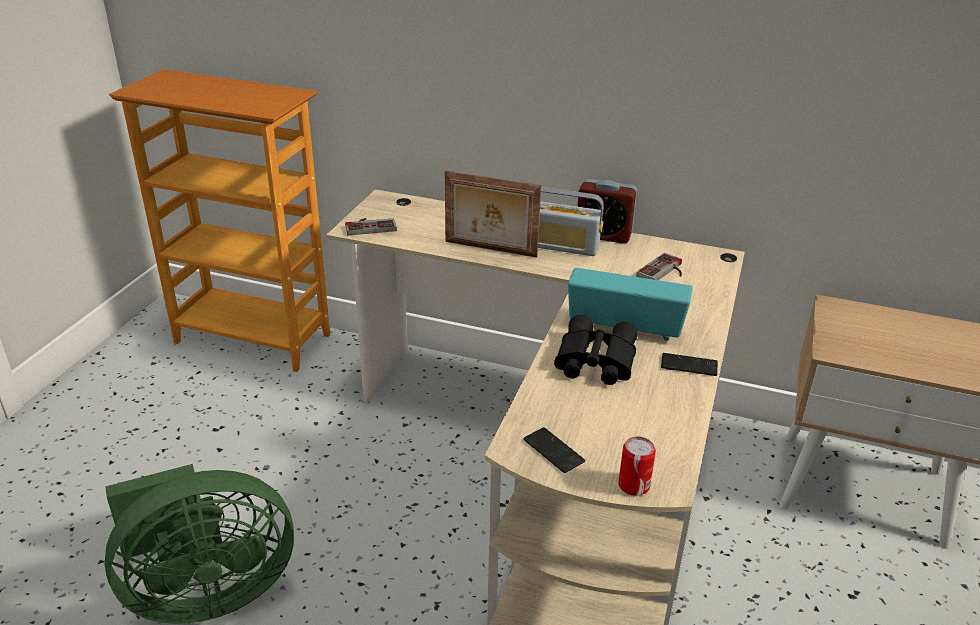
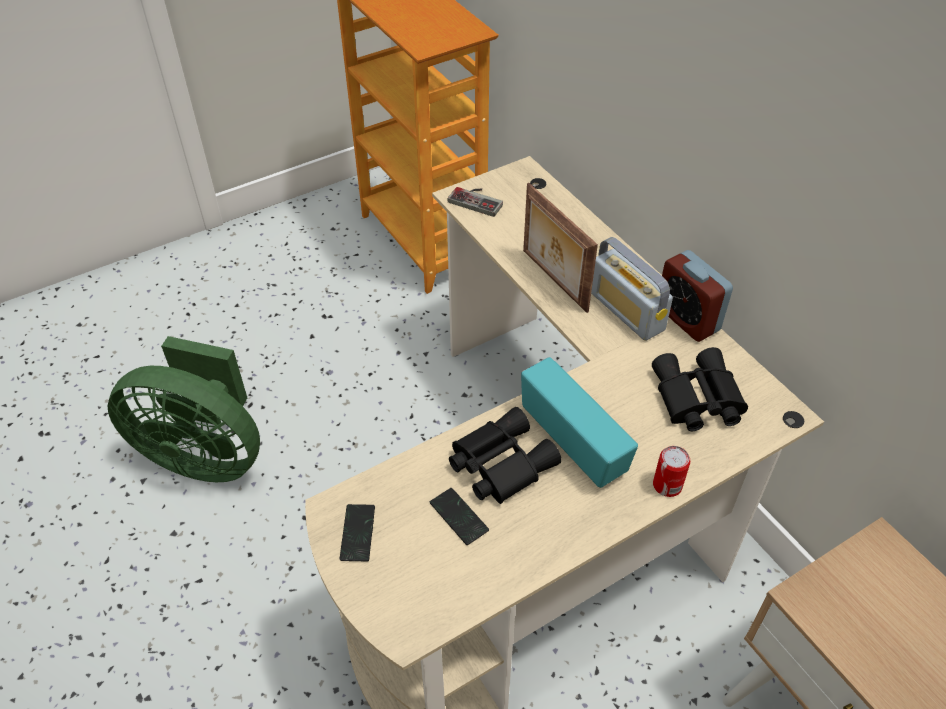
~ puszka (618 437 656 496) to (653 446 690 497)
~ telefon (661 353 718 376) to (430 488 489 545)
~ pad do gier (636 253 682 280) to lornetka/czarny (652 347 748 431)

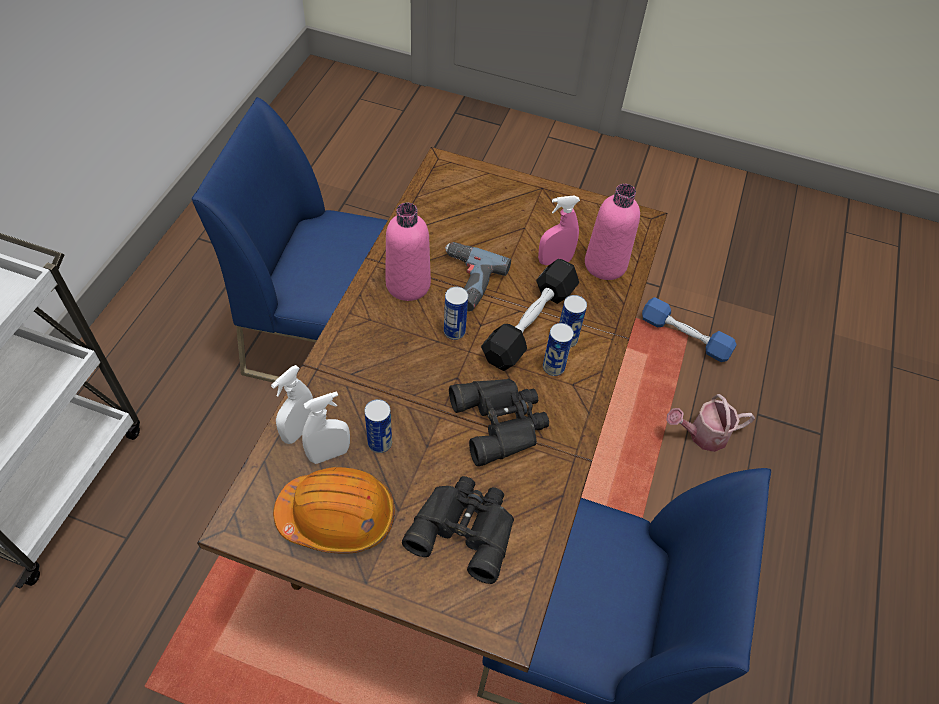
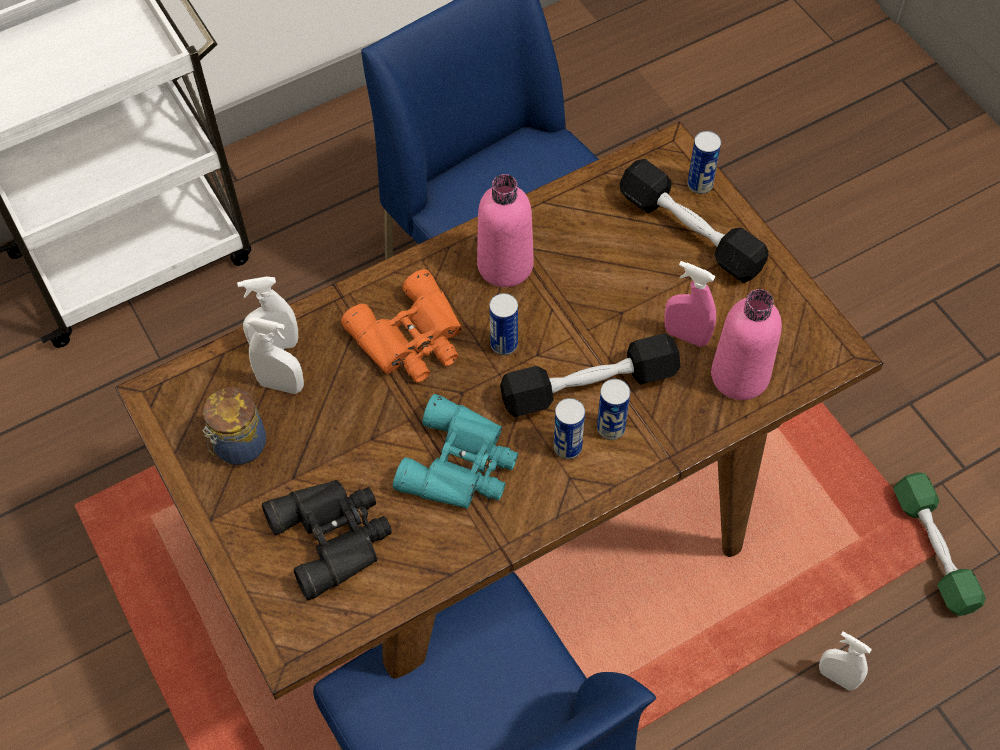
- wiertarka (445 242 511 311)
+ lornetka/pomarańczowy (341 269 462 383)
+ hantel/czarny (619 159 768 283)
~ puszka (364 399 392 453) to (688 131 721 194)
~ kask/pomarańczowy (273 467 395 554) to słoik (202 387 266 465)
~ konewka (666 394 755 452) to spryskiwacz/biały (819 632 872 691)
~ lornetka/czarny (449 378 549 466) to lornetka/turkusowy (393 394 518 509)
~ hantel/niebieski (642 297 737 362) to hantel/zielony (893 473 986 616)

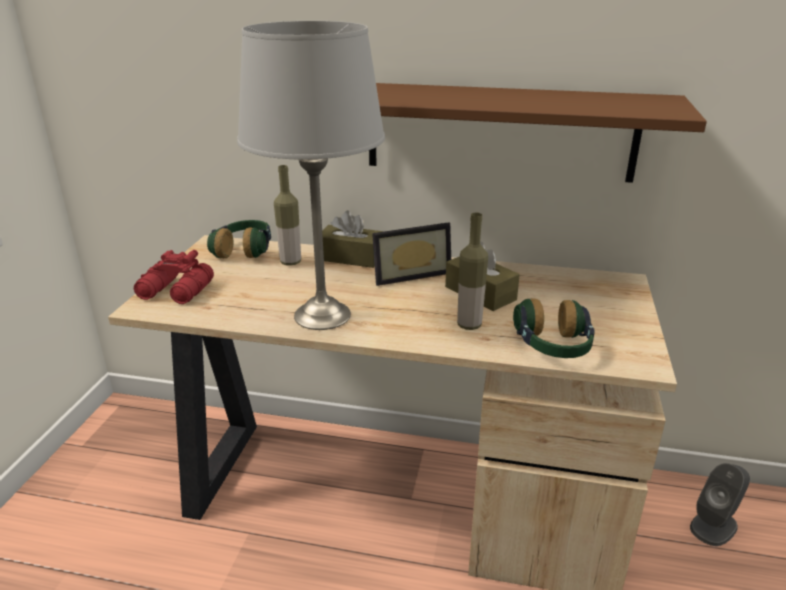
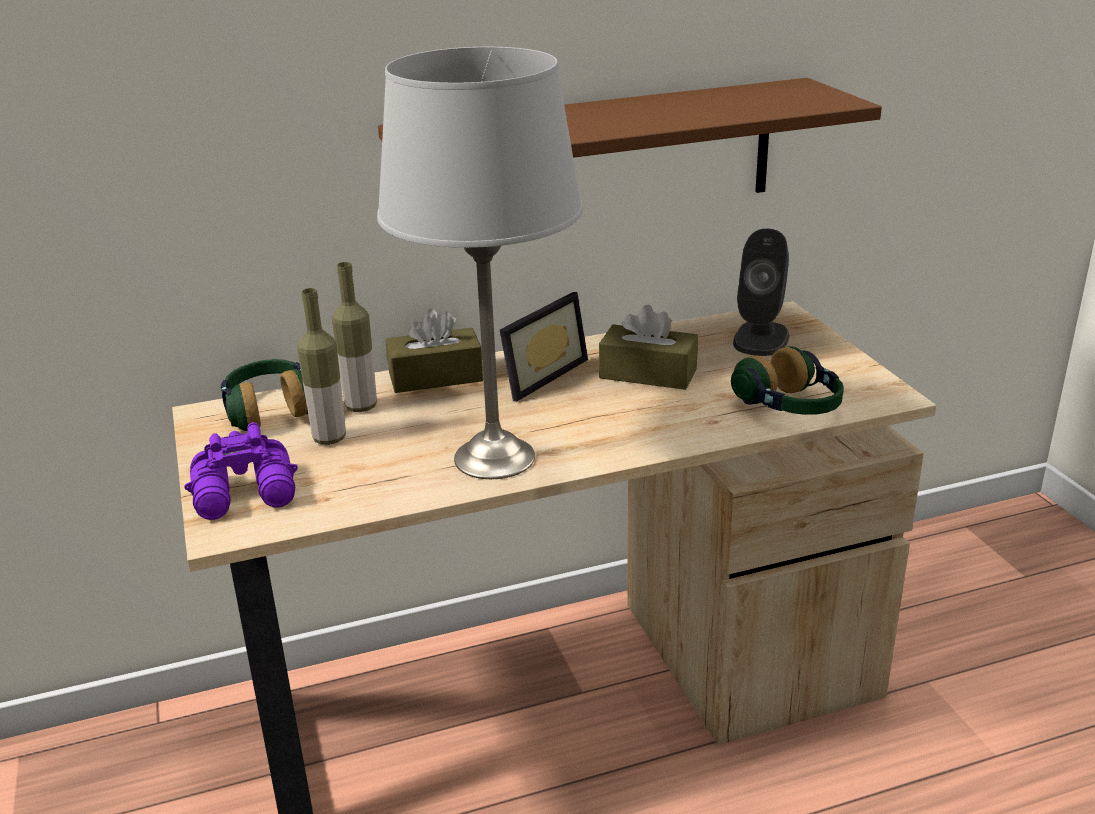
~ butelka (457 212 488 330) to (297 288 346 445)
~ głośnik/szary (690 463 750 546) to (733 228 789 356)
~ lornetka/czerwony (134 250 214 304) to lornetka/fioletowy (184 422 298 520)

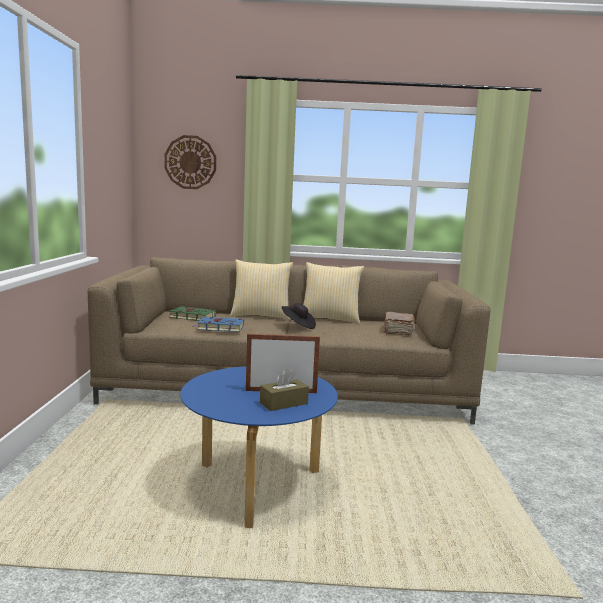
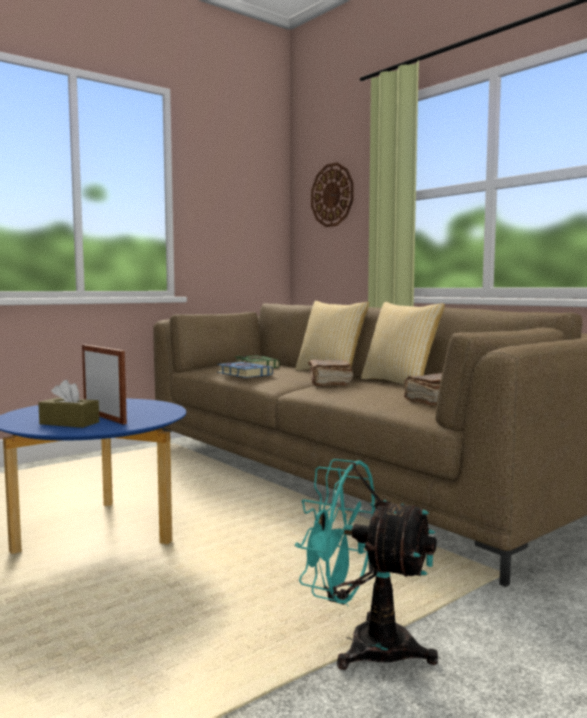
+ wentylator/turkusowy (295 459 438 670)
~ kapelusz/czarny (281 303 316 329) to książka/brązowy (308 359 353 386)

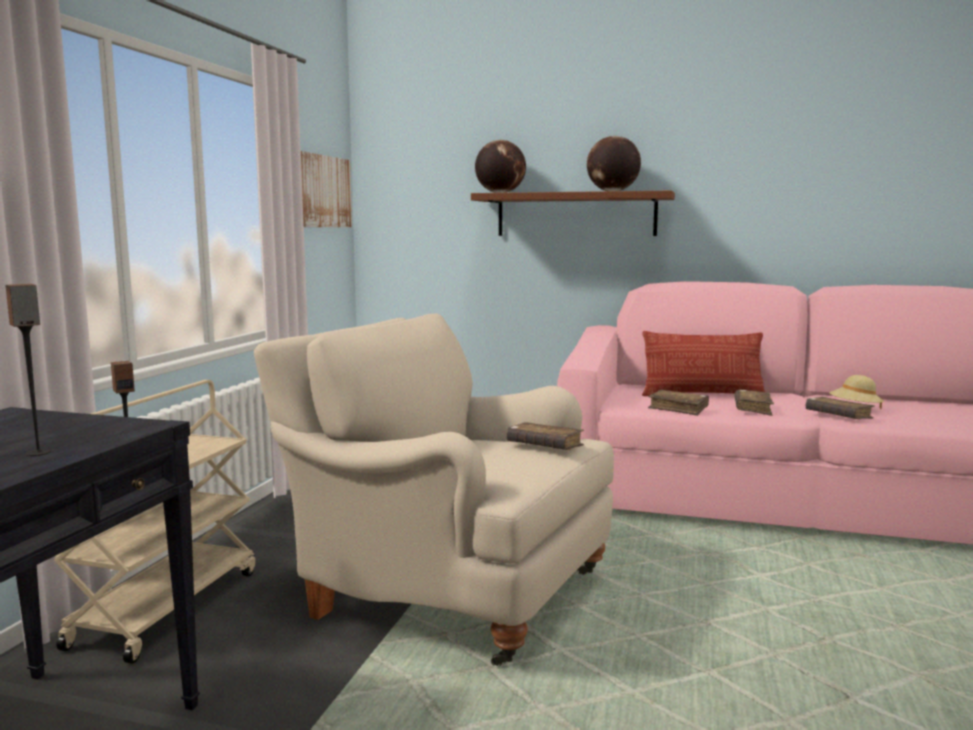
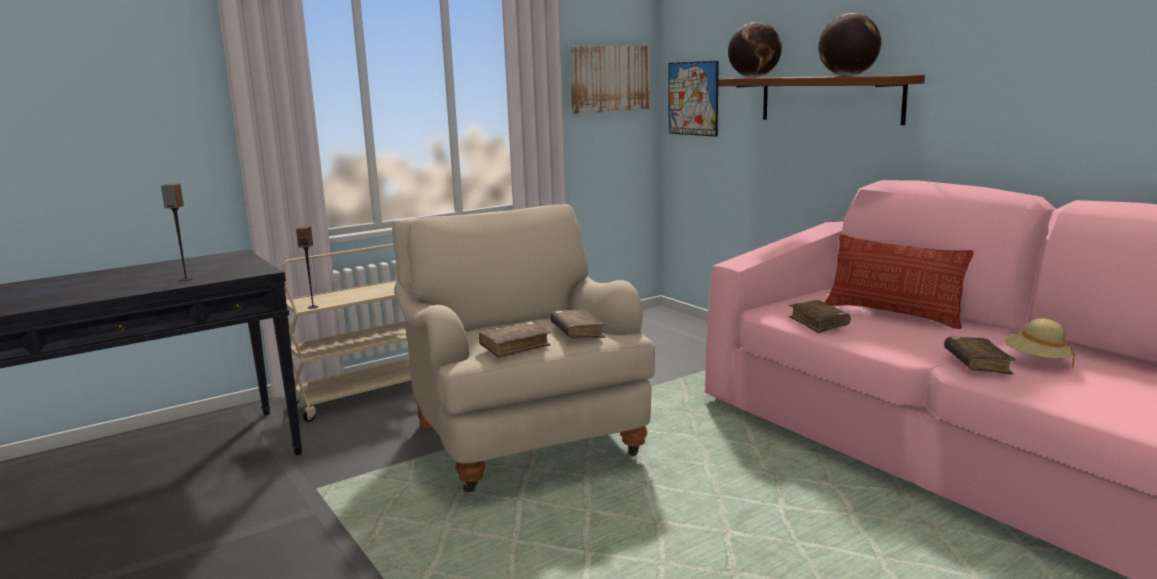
+ obraz (668 61 719 137)
~ książka/brązowy (735 390 774 416) to (479 321 551 358)

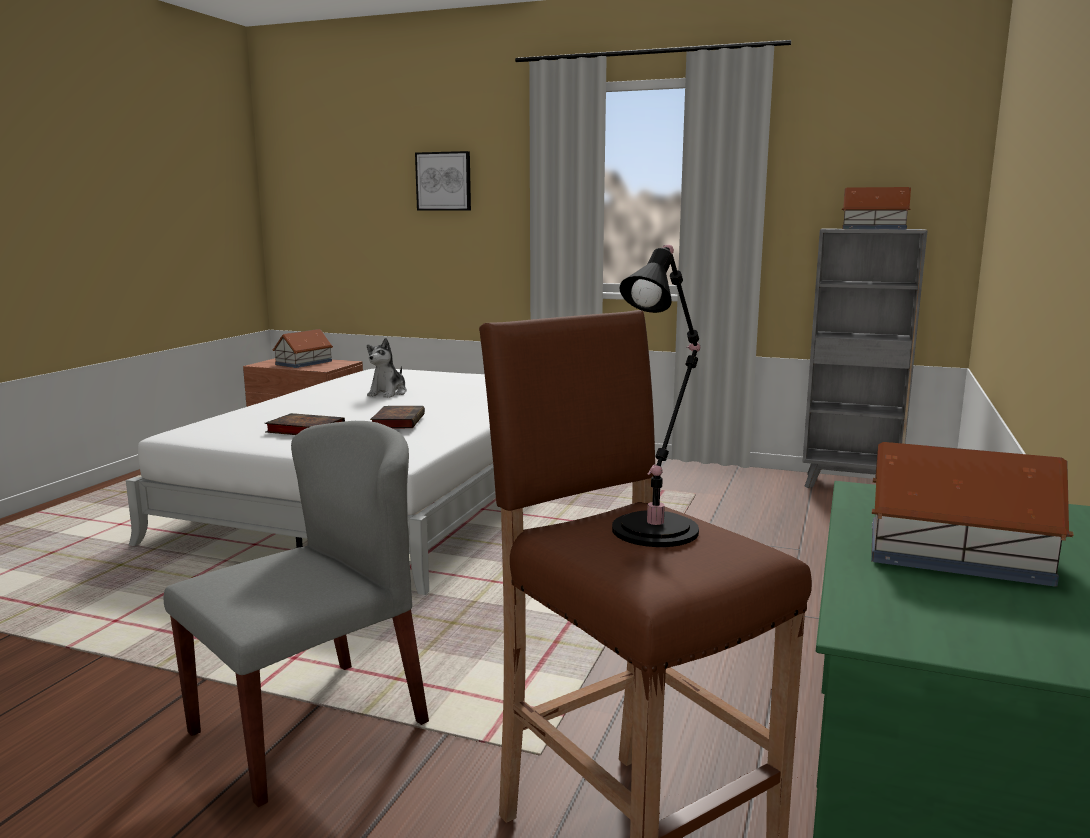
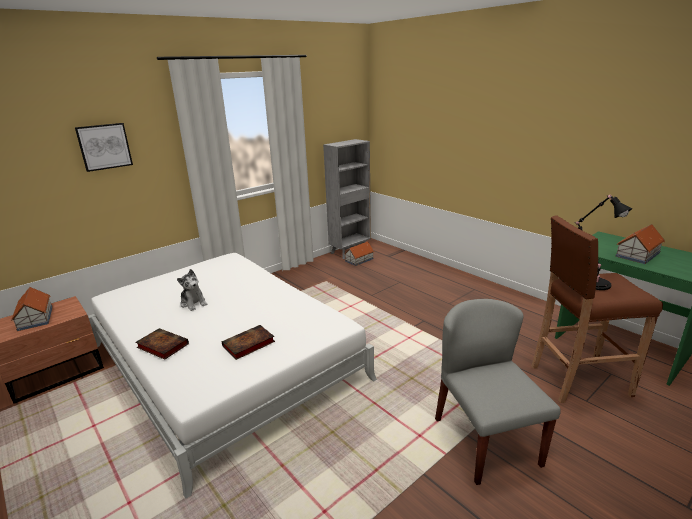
~ książka (370 406 425 428) to (135 328 189 359)
~ domek (842 187 911 229) to (344 242 374 266)

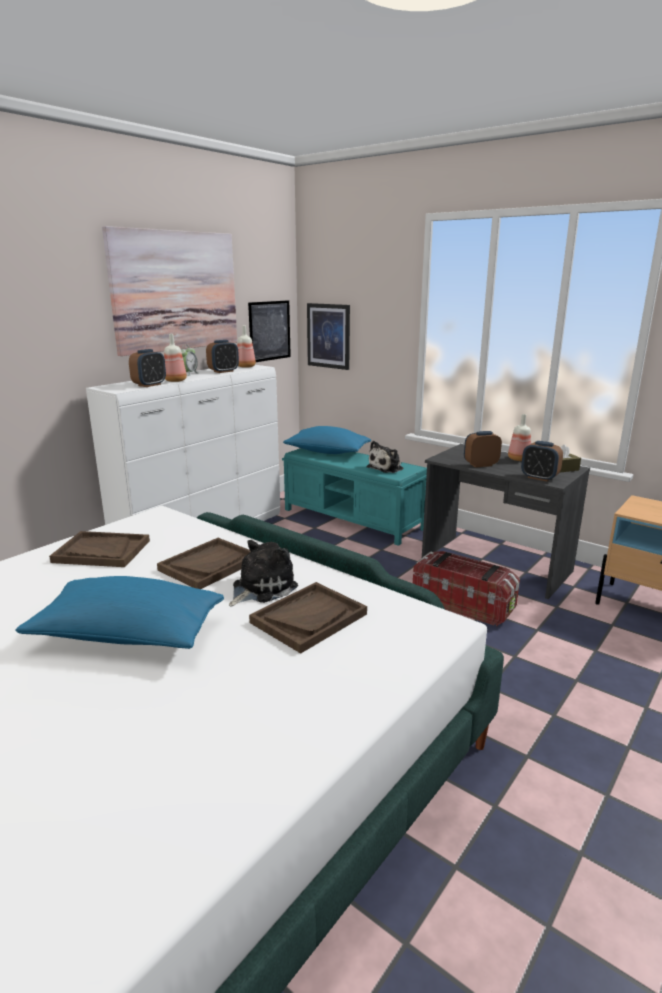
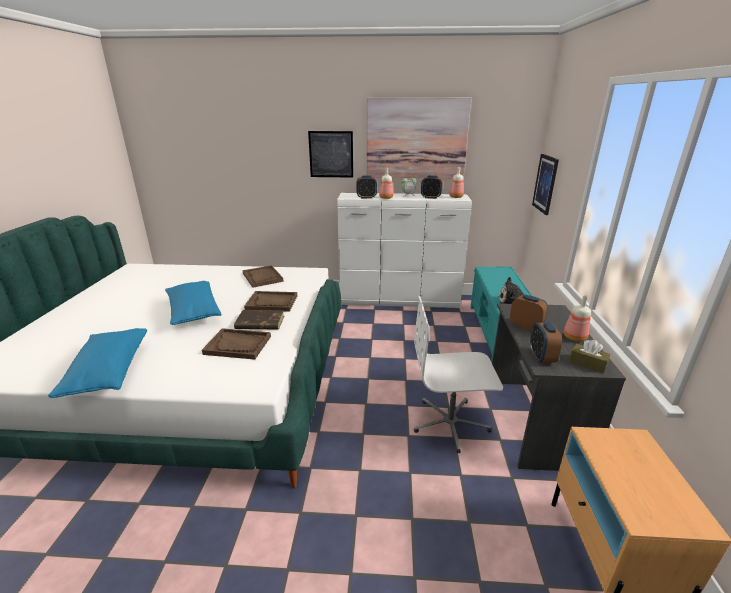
~ obraz (248 300 291 362) to (308 131 353 178)
~ poduszka/niebieski (283 426 371 454) to (48 328 147 398)
~ pluszak (229 540 298 607) to książka/brązowy (234 310 284 330)
~ pojemnik do przechowywania (413 551 520 626) to krzesło biurowe/biały (414 296 503 453)

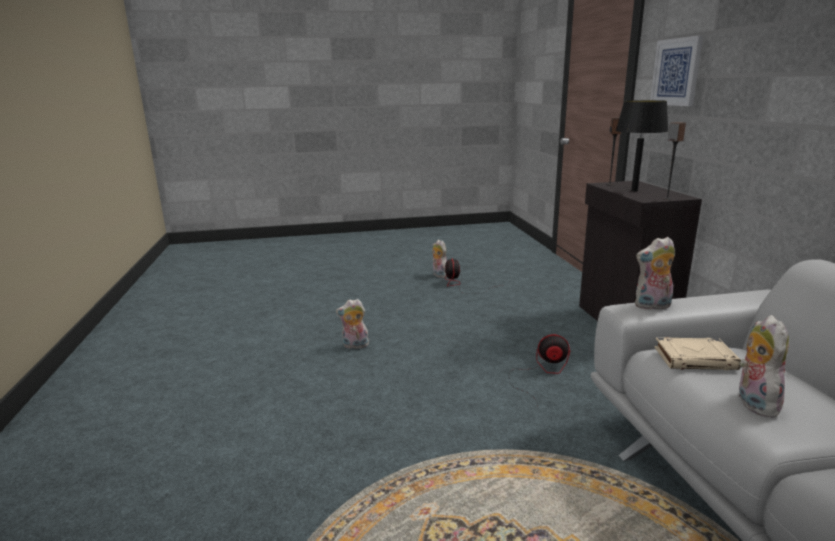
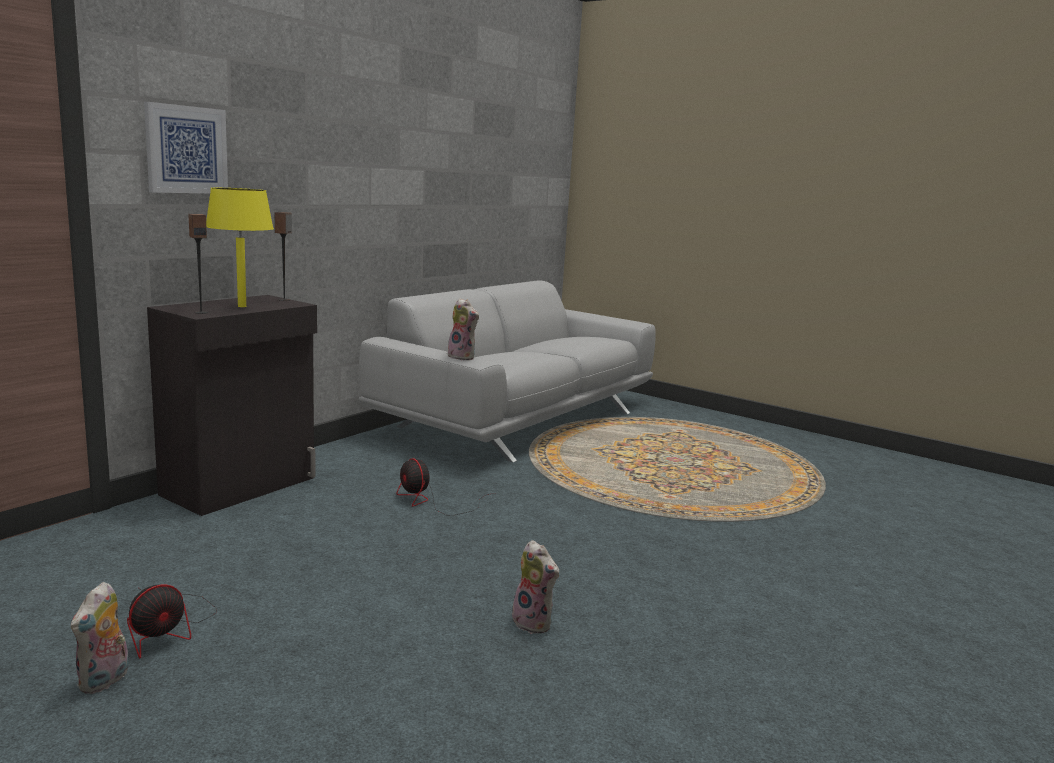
- książka/beżowy (654 337 741 370)
- pluszak (739 315 789 418)
~ lampa stołowa/czarny (616 100 668 191) to lampa stołowa/żółty (206 188 274 307)

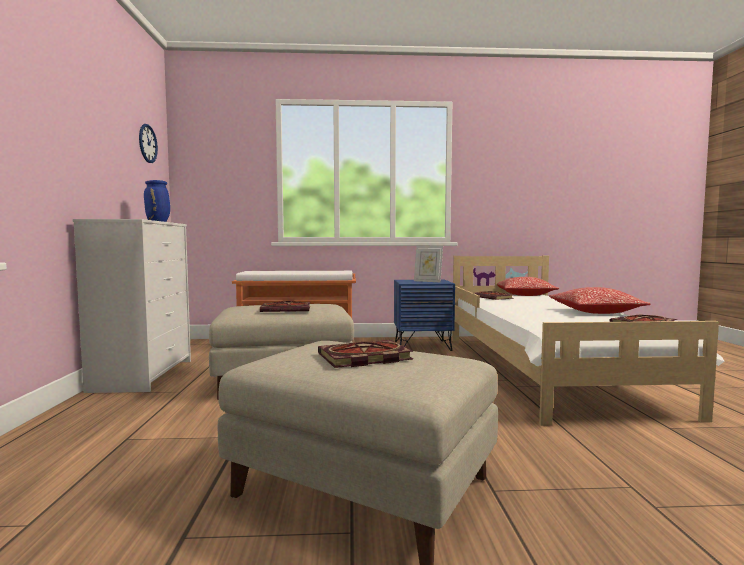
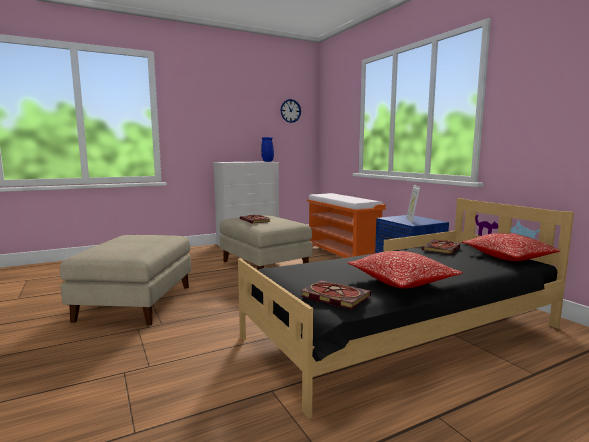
- książka (318 340 413 368)
~ łóżko/biały (452 256 724 426) to łóżko/czarny (238 198 574 419)

